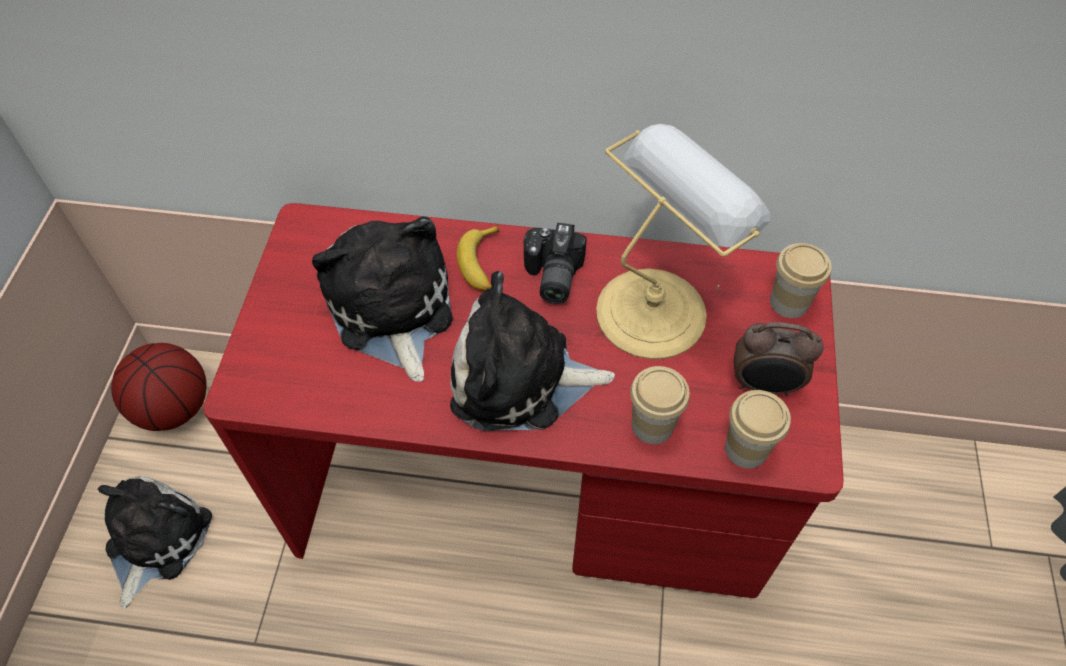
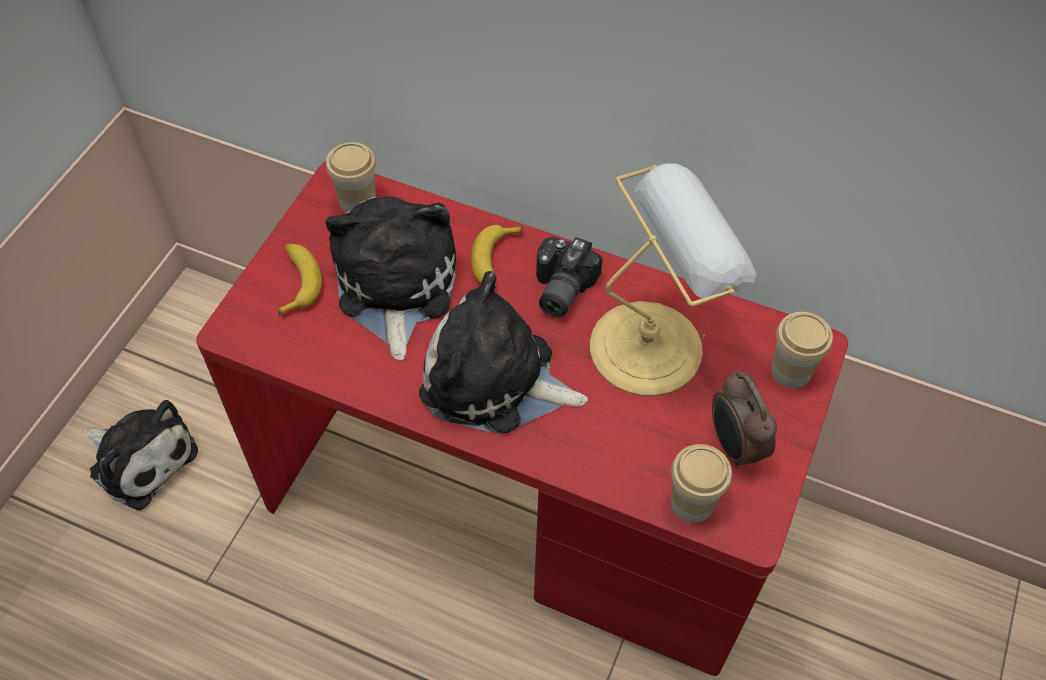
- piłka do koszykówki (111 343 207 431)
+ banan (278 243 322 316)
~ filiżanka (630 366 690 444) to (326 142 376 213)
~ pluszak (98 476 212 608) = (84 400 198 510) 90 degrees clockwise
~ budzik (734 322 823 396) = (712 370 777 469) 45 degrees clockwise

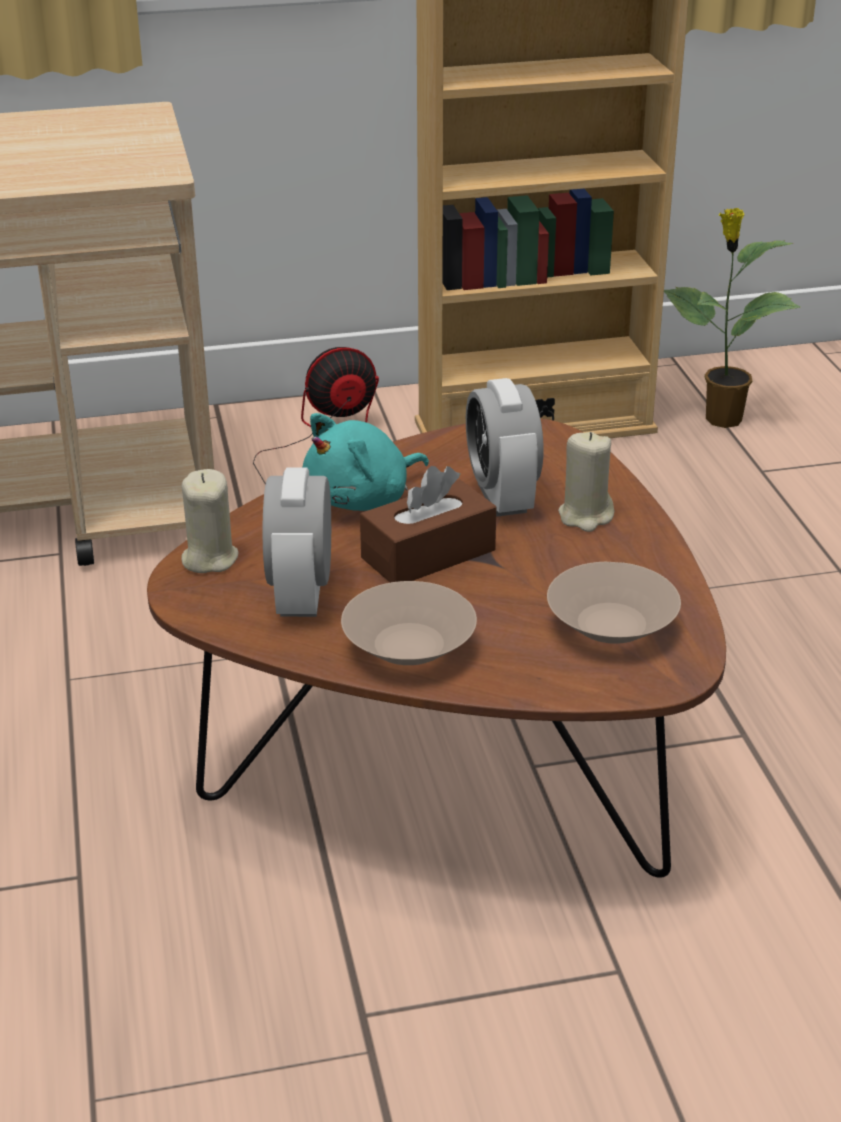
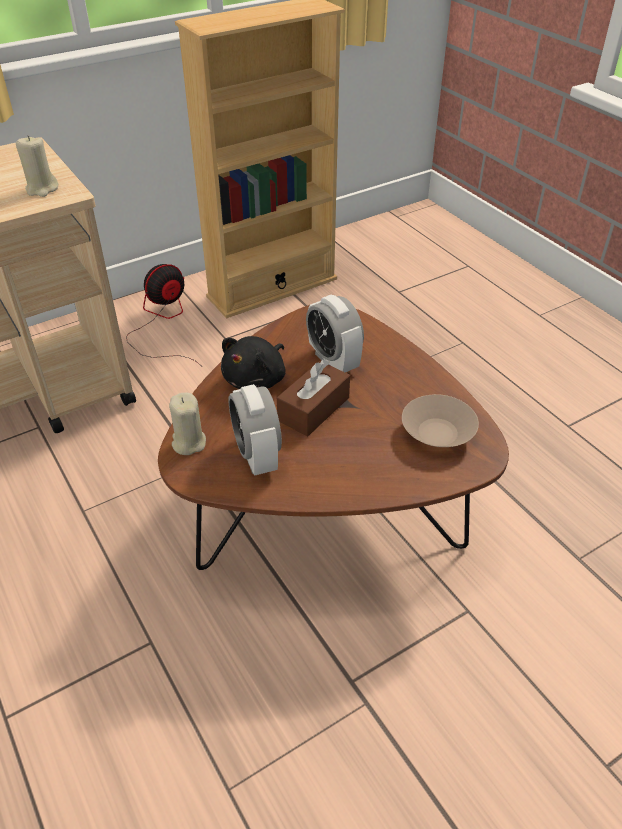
- miska/beżowy (341 581 477 665)
- roślina doniczkowa (664 208 800 428)
~ świeca/beżowy (558 432 614 532) to (16 136 58 197)
~ pluszak/turkusowy (302 413 429 511) to pluszak/czarny (221 336 286 389)

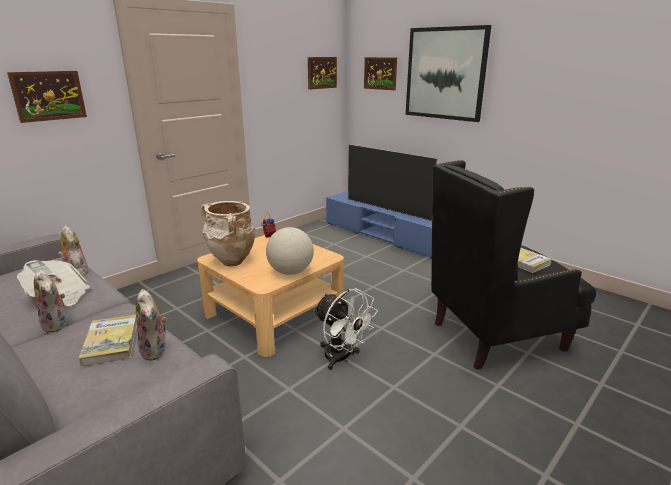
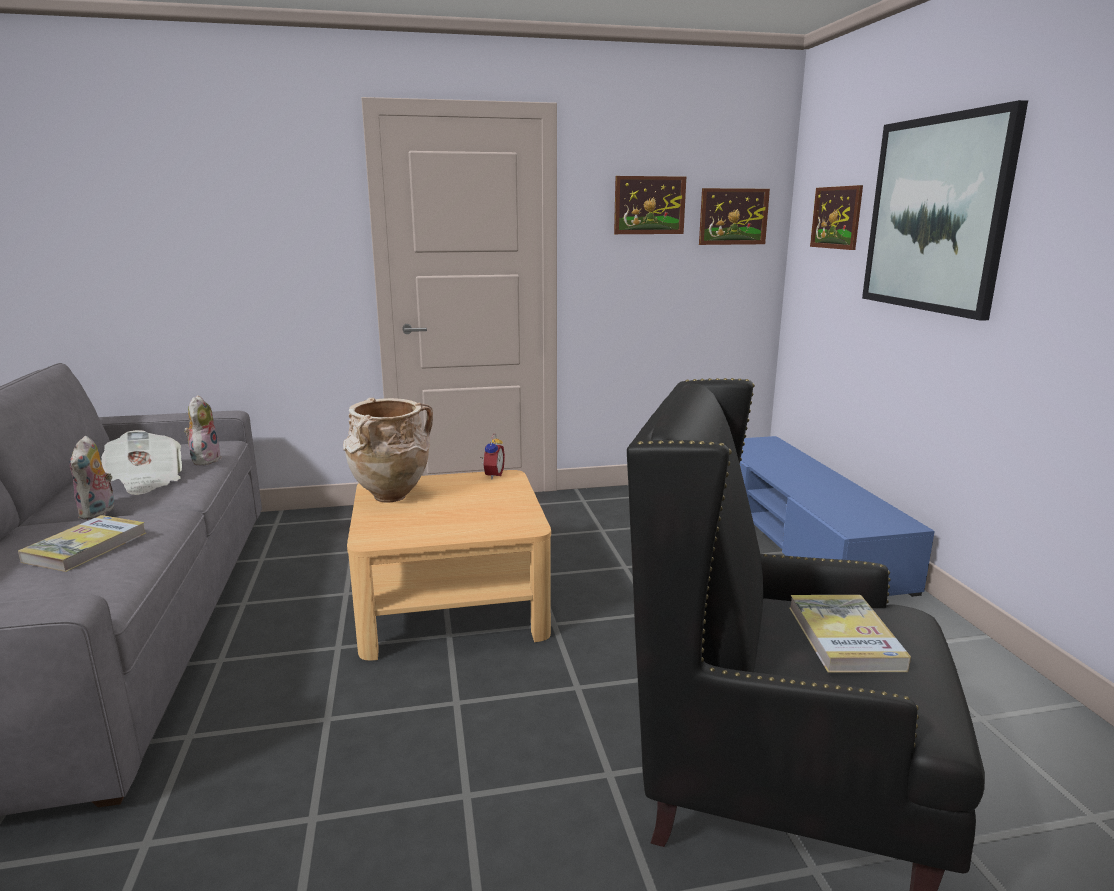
- pluszak (136 289 167 360)
- globus (266 227 314 275)
- wentylator/biały (314 288 378 370)
- telewizor (348 144 438 221)
~ obraz (7 71 87 123) to (614 176 686 234)

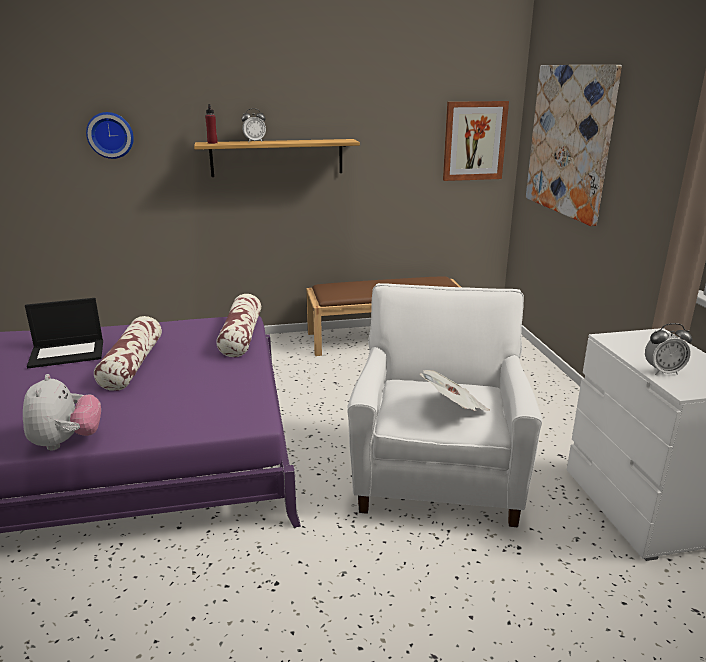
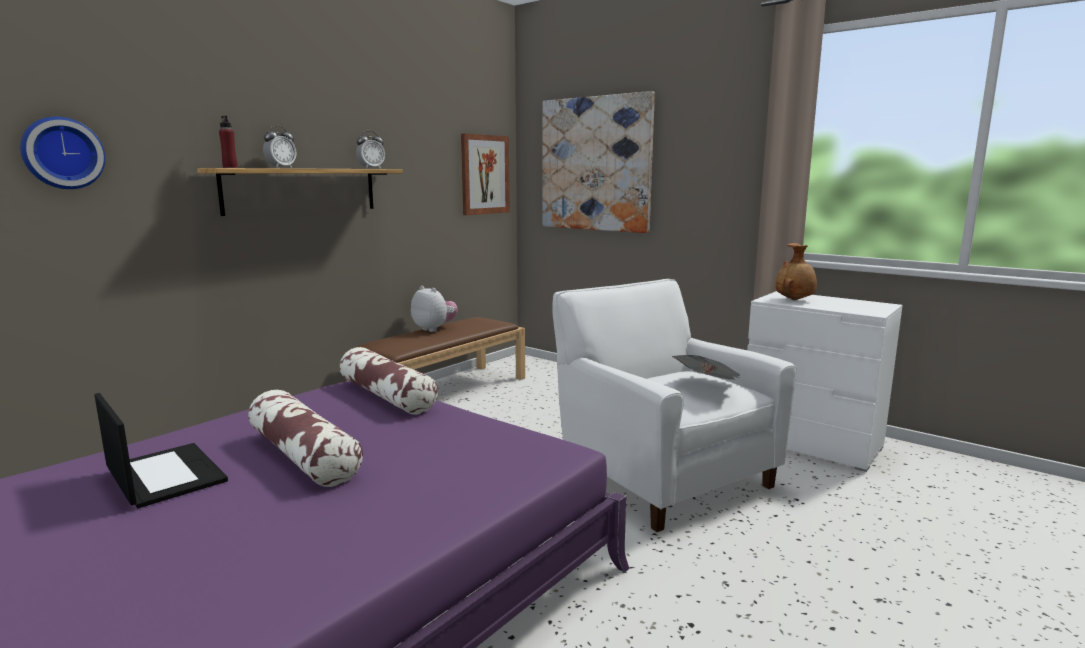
+ wazon/brązowy (776 243 817 300)
~ pluszak (23 374 101 451) to (411 286 458 332)
~ budzik (645 323 692 375) to (356 131 385 169)
~ laptop (25 298 103 368) = (95 393 228 508) 75 degrees counterclockwise

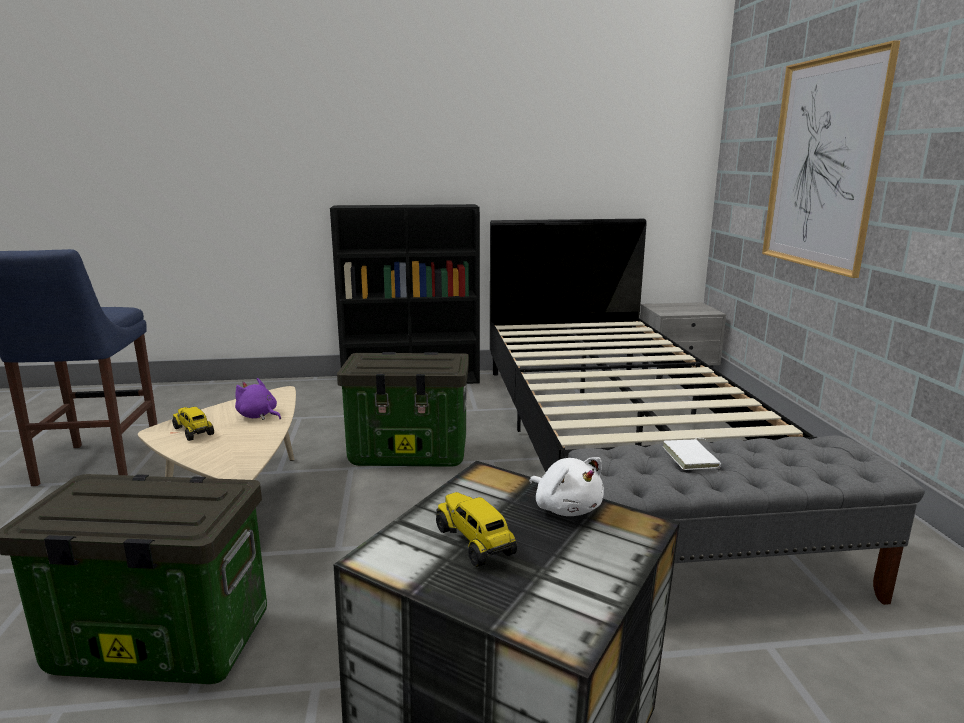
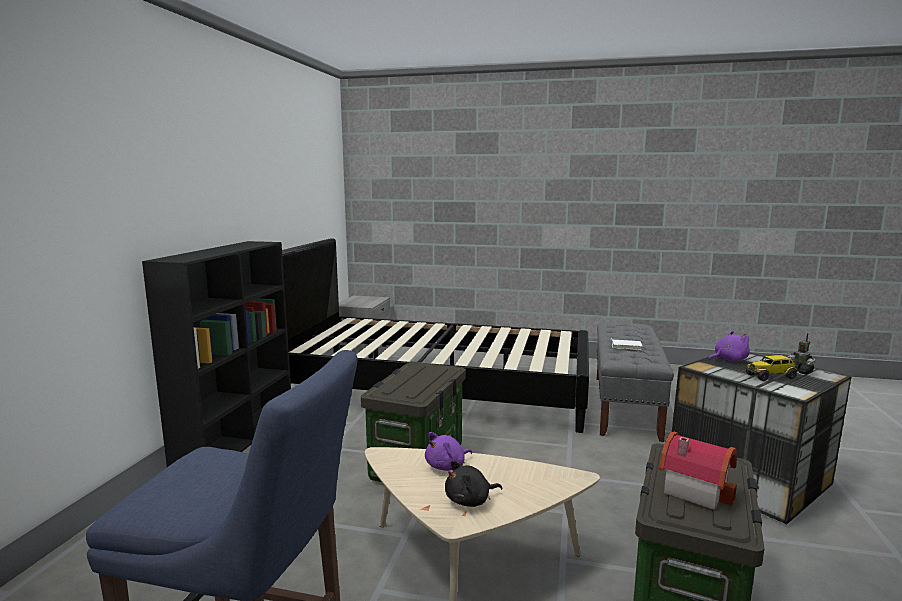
- obraz (762 40 900 278)
+ domek (659 432 737 510)
+ robot zabawkowy (788 333 816 375)
~ ciężarówka zabawkowa (172 407 214 441) to pluszak/czarny (445 460 503 507)
~ pluszak/biały (529 457 604 516) to pluszak/fioletowy (708 330 750 362)

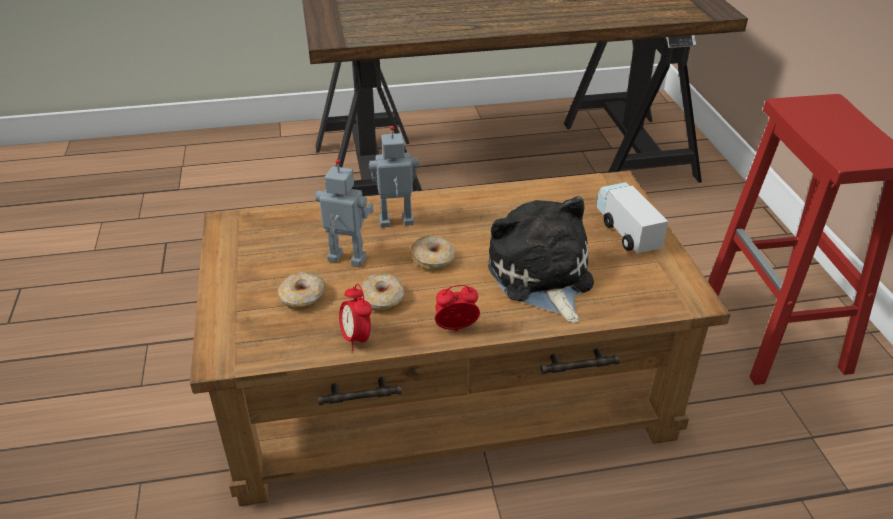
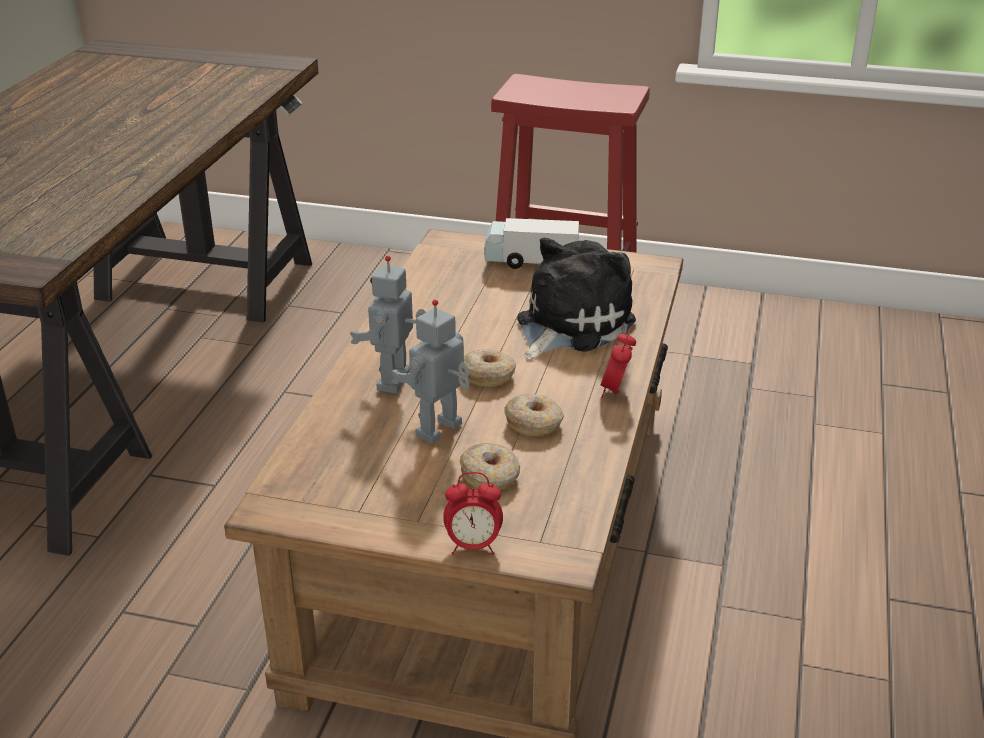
~ budzik (339 284 372 351) to (443 472 503 555)
~ pluszak (488 196 594 323) = (517 238 636 360) 120 degrees clockwise

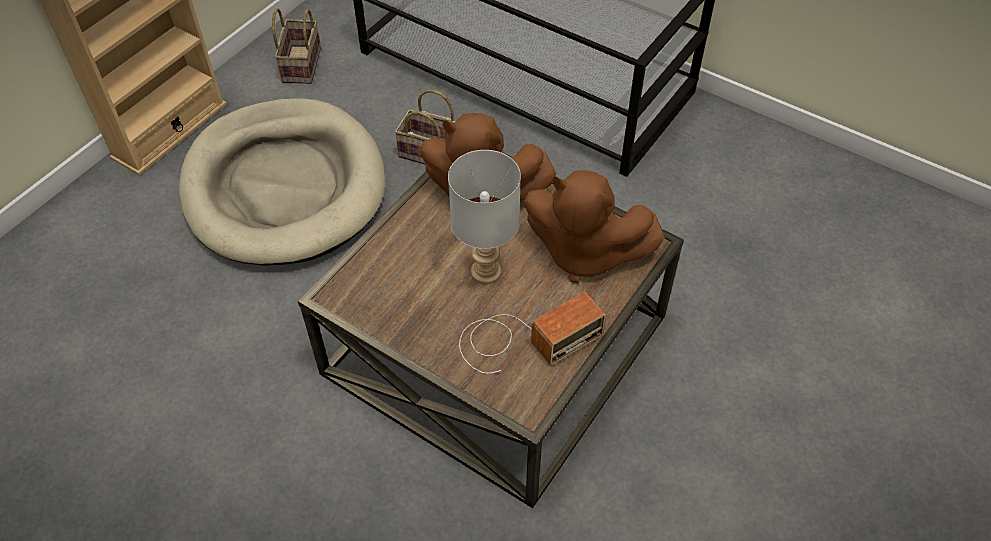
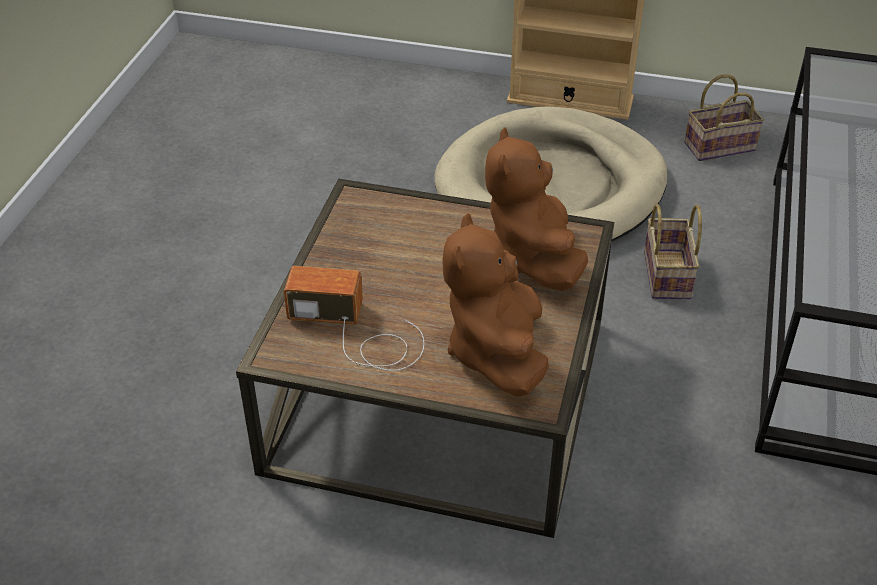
- lampa stołowa/szary (448 150 521 285)
~ radio (459 292 606 374) = (284 266 424 371) 150 degrees clockwise

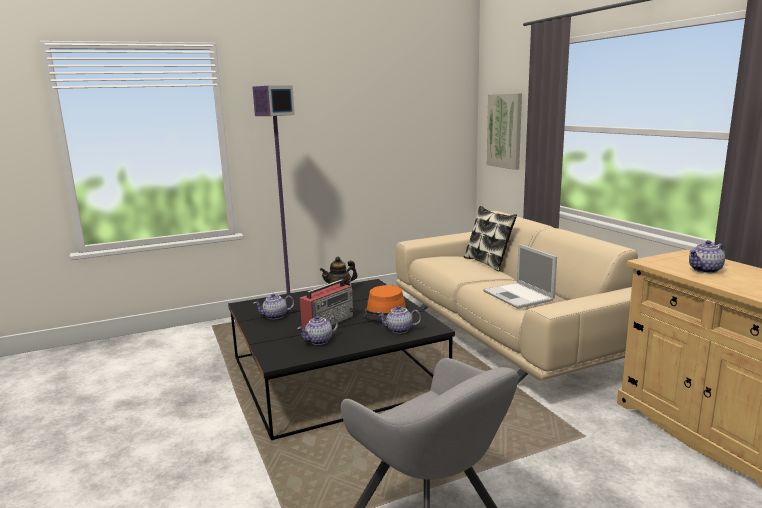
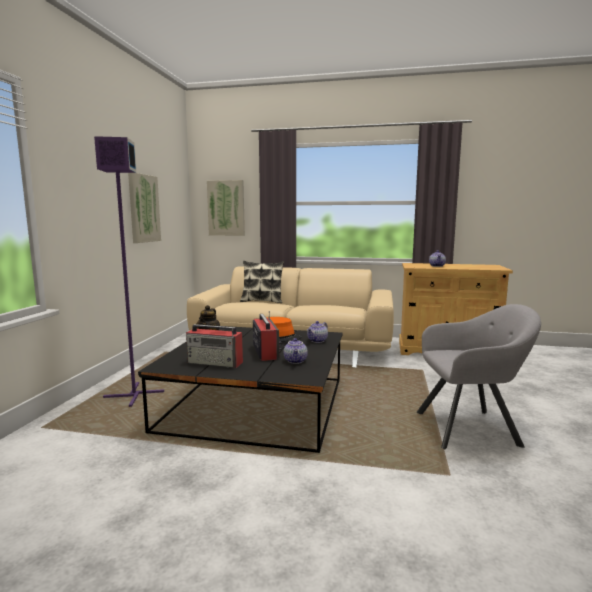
- laptop (483 244 557 309)
+ obraz (128 173 161 243)
~ imbryk (254 294 294 320) to radio (186 324 243 368)

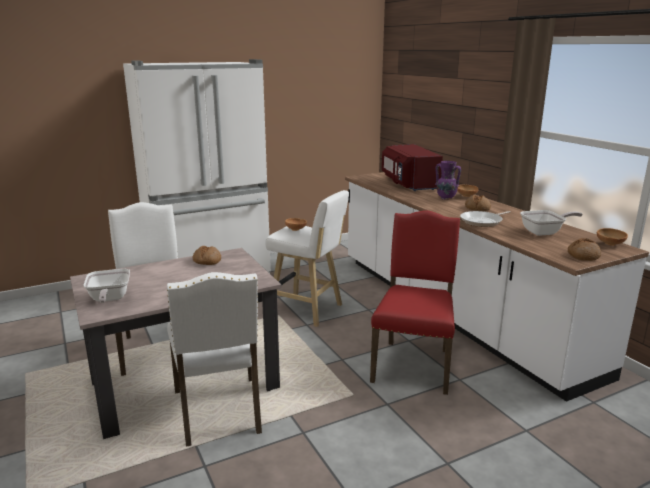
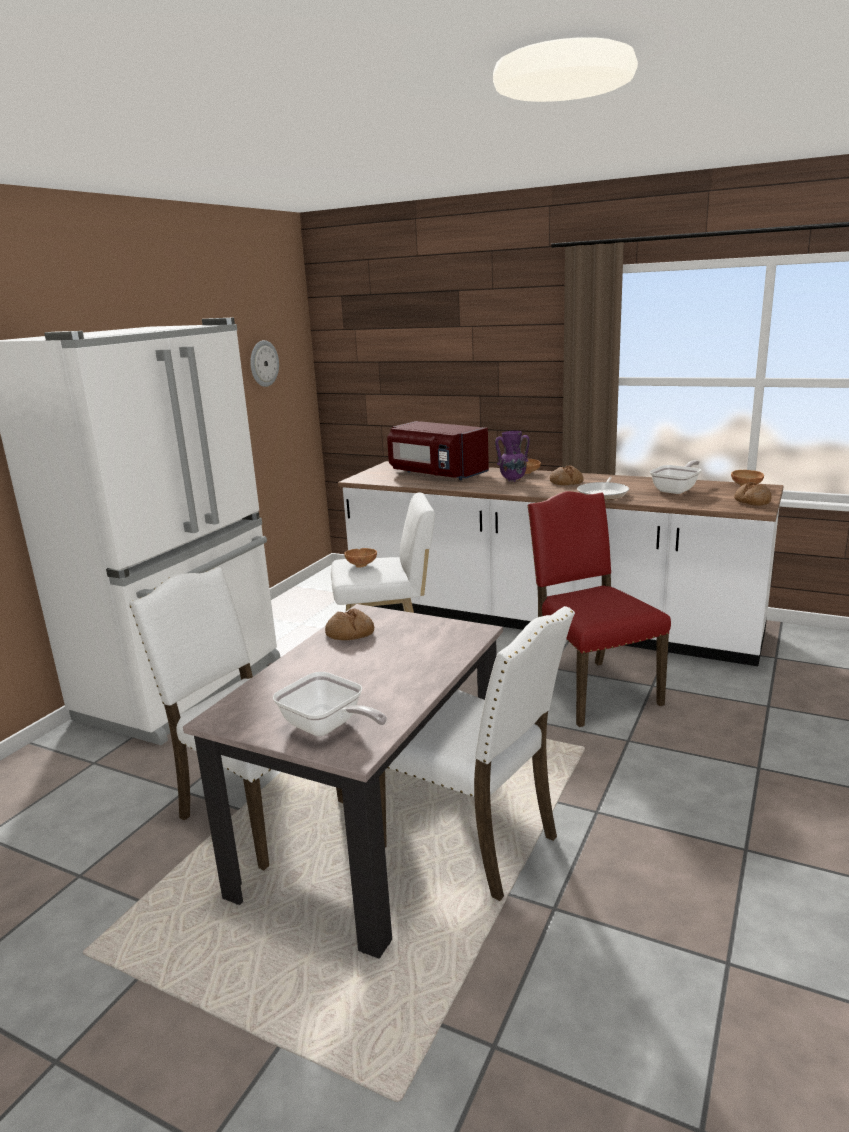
+ zegar ścienny (250 340 279 387)

